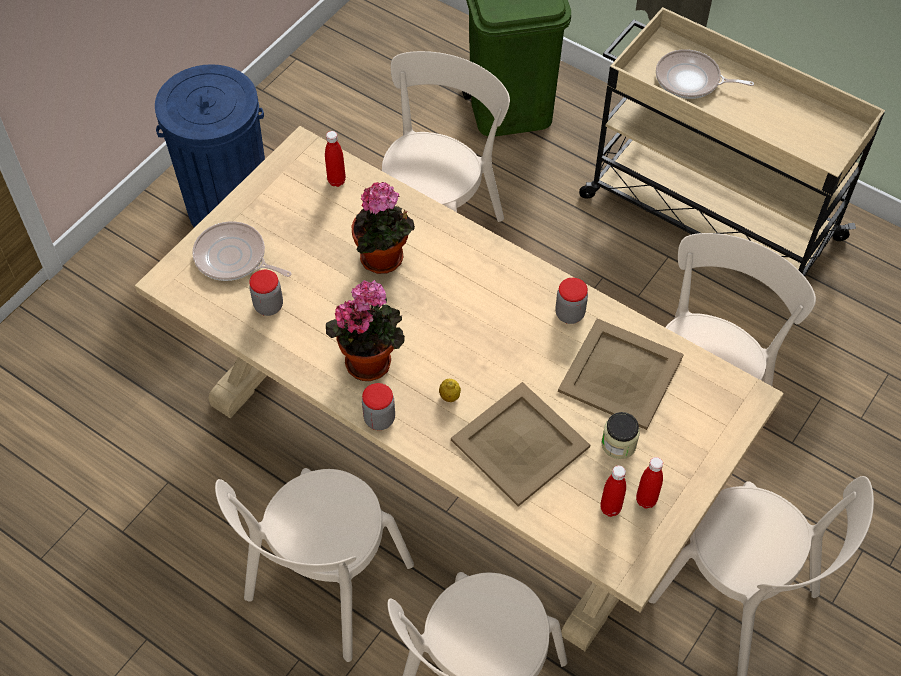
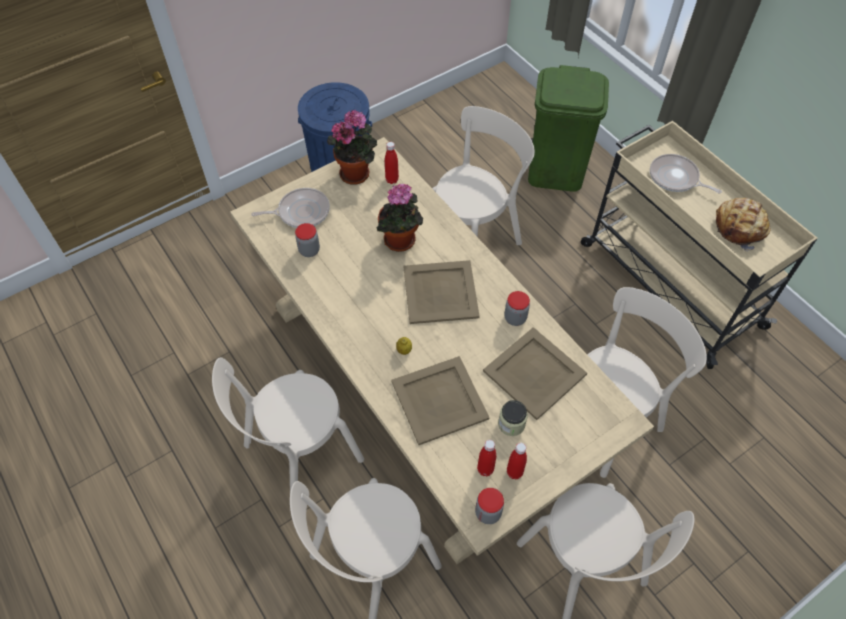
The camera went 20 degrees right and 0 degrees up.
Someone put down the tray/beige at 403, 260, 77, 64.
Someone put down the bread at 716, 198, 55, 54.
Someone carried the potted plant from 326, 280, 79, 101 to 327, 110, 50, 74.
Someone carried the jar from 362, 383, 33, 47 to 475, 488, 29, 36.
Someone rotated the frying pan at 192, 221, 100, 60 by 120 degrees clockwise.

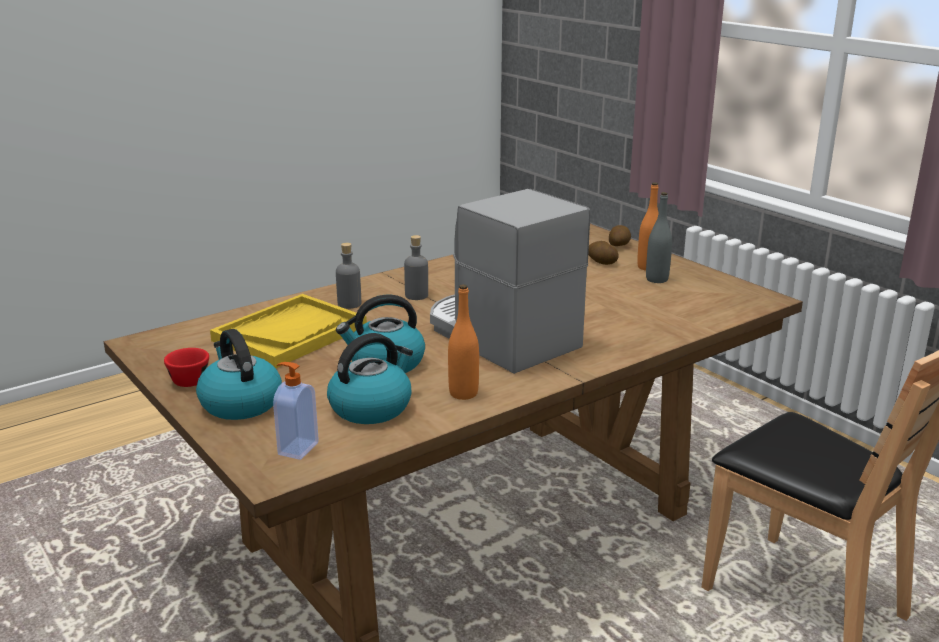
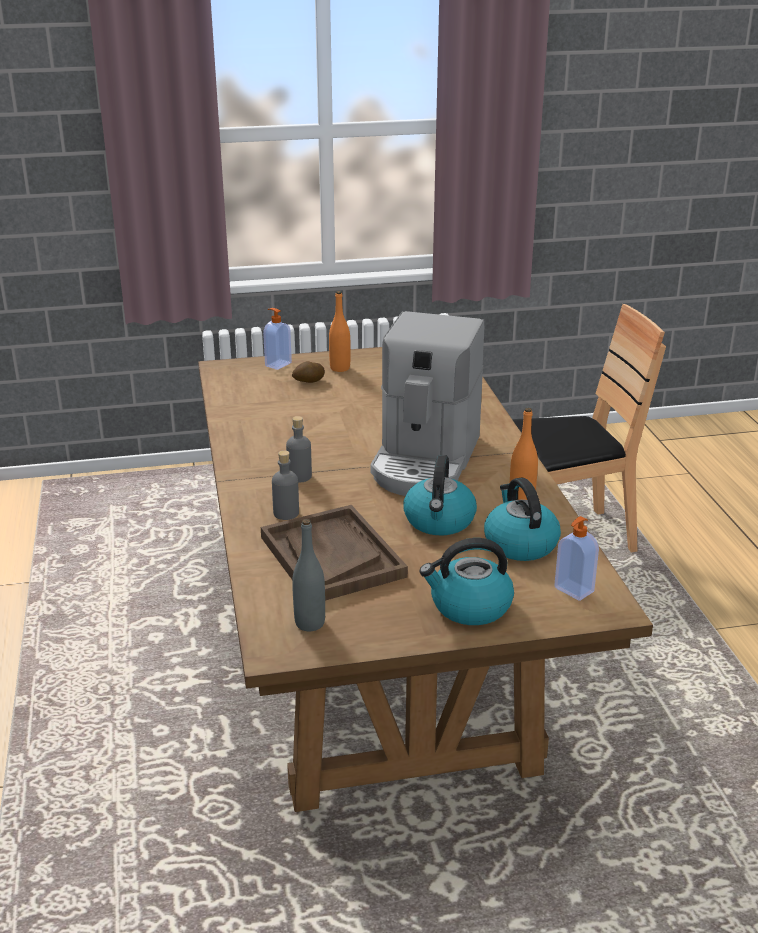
The camera went 65 degrees left and 5 degrees up.
Someone took away the cup/red at 164, 348, 45, 39.
Someone carried the bottle/grey from 646, 192, 26, 91 to 292, 519, 33, 112.
Someone swapped the potato at 609, 225, 22, 21 for the soap dispenser at 263, 308, 29, 62.
Someone repainted the tray/yellow at 210, 294, 157, 74, which became the tray/brown at 261, 505, 147, 96.
Someone rotated the coffee machine at 430, 189, 160, 185 by 60 degrees counterclockwise.

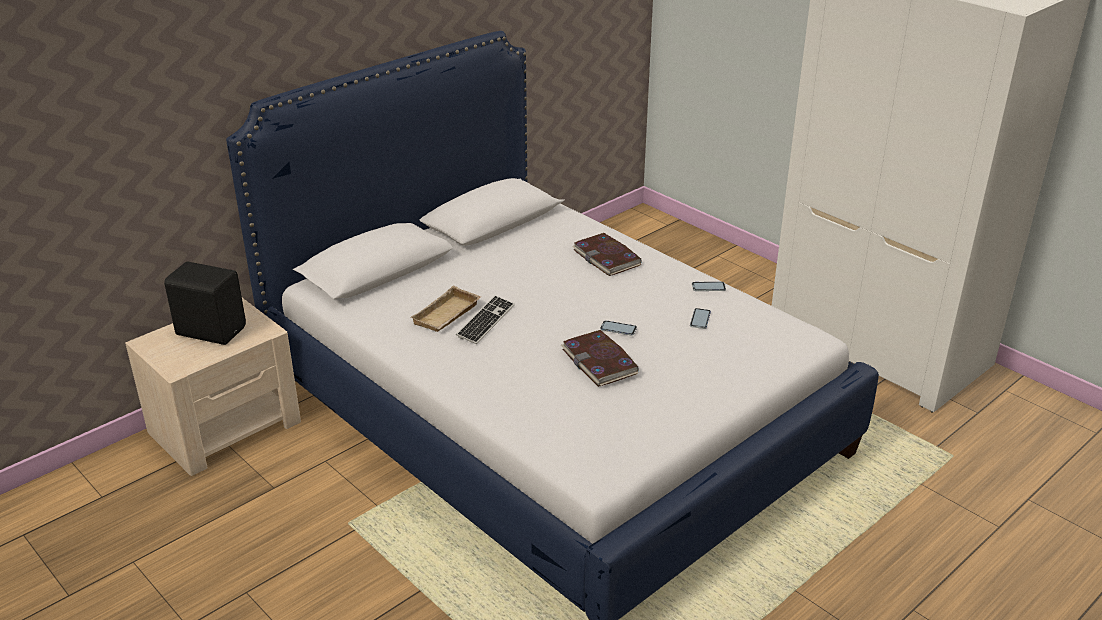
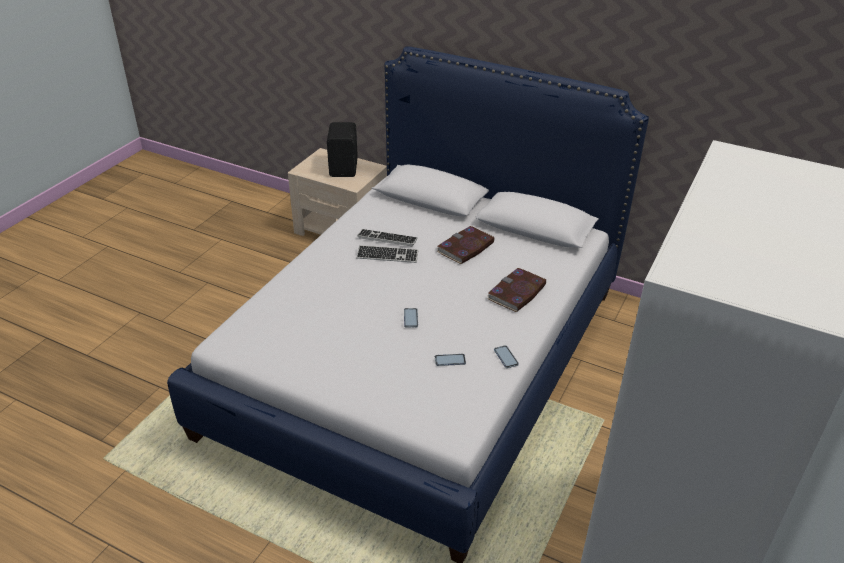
The camera went 70 degrees right and 5 degrees up.
Someone carried the book from 561, 330, 78, 57 to 437, 226, 57, 38.
Someone swapped the tray/beige at 411, 286, 70, 46 for the keyboard at 357, 229, 61, 17.

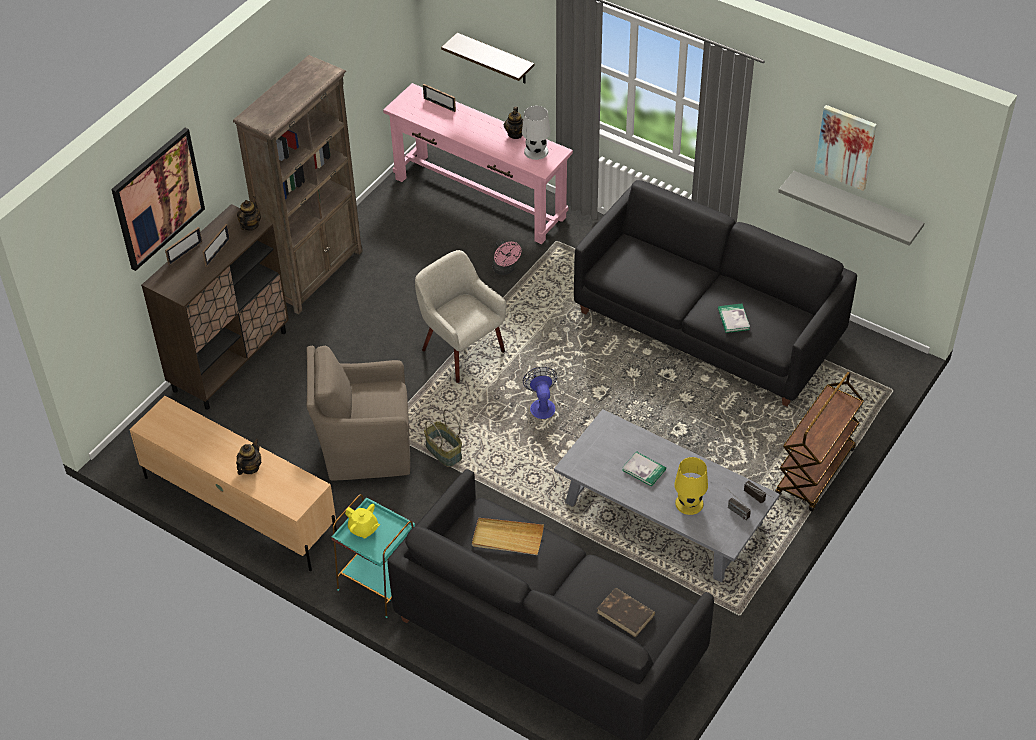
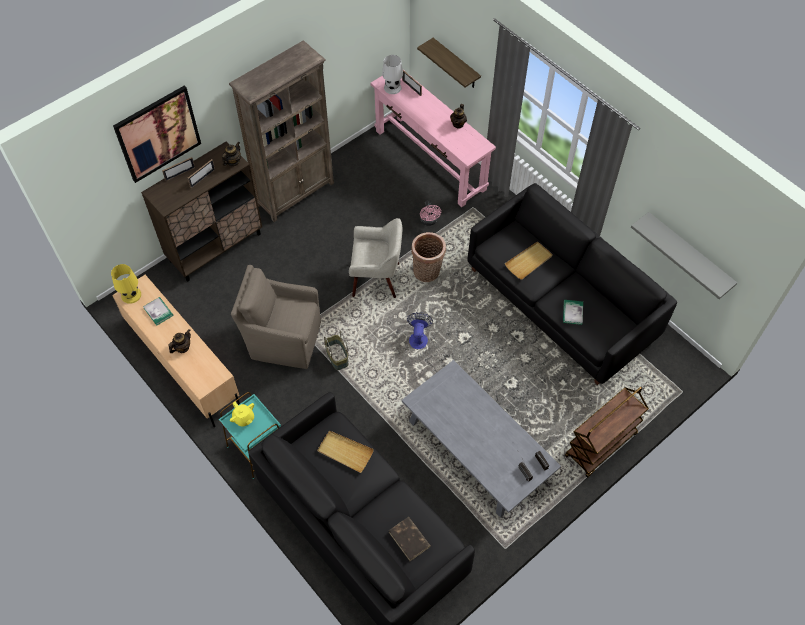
The camera went 15 degrees right and 10 degrees up.
Someone took away the picture at 814, 105, 63, 86.
Someone put down the basket at 411, 232, 35, 50.
Someone put down the tray/beige at 505, 241, 48, 39.
Someone carried the table lamp/white from 522, 106, 29, 54 to 382, 55, 21, 39.
Someone carried the book from 622, 451, 44, 36 to 143, 297, 30, 29.
Someone carried the table lamp/yellow from 674, 457, 34, 58 to 111, 264, 30, 40.
Someone rotated the armchair/beige at 415, 250, 92, 133 by 120 degrees clockwise.

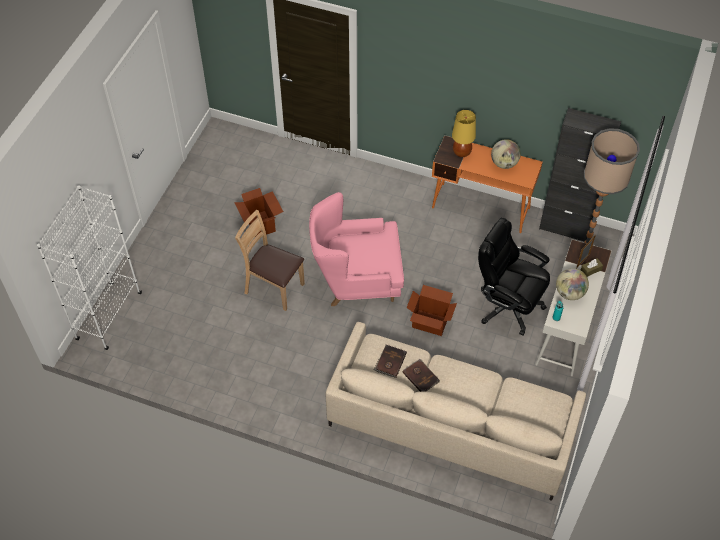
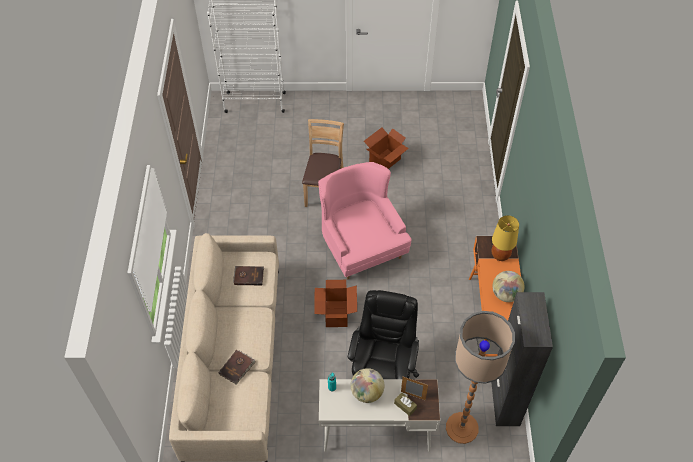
The camera went 70 degrees right and 0 degrees up.
Someone carried the book/brown from 403, 359, 37, 33 to 218, 350, 38, 35.

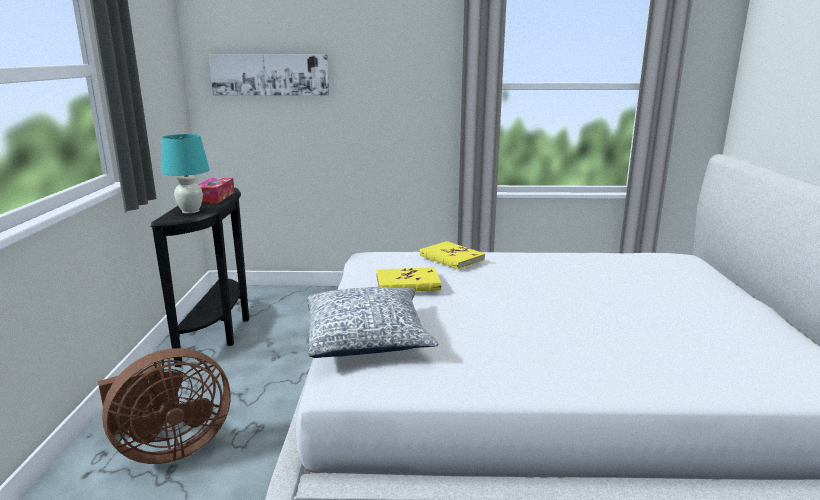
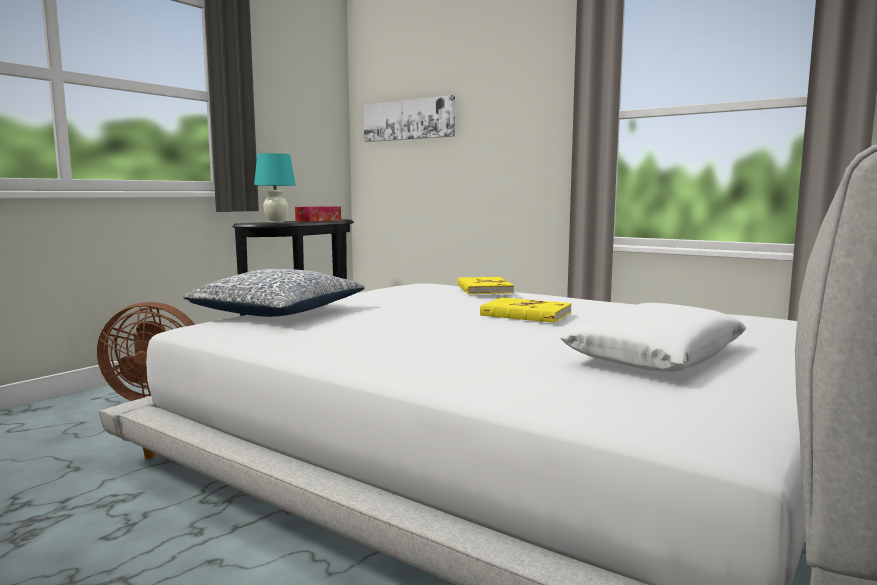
The camera went 35 degrees right and 10 degrees down.
Someone put down the pillow/white at 560, 303, 187, 69.
Someone carried the book/yellow from 376, 267, 65, 24 to 480, 297, 92, 26.

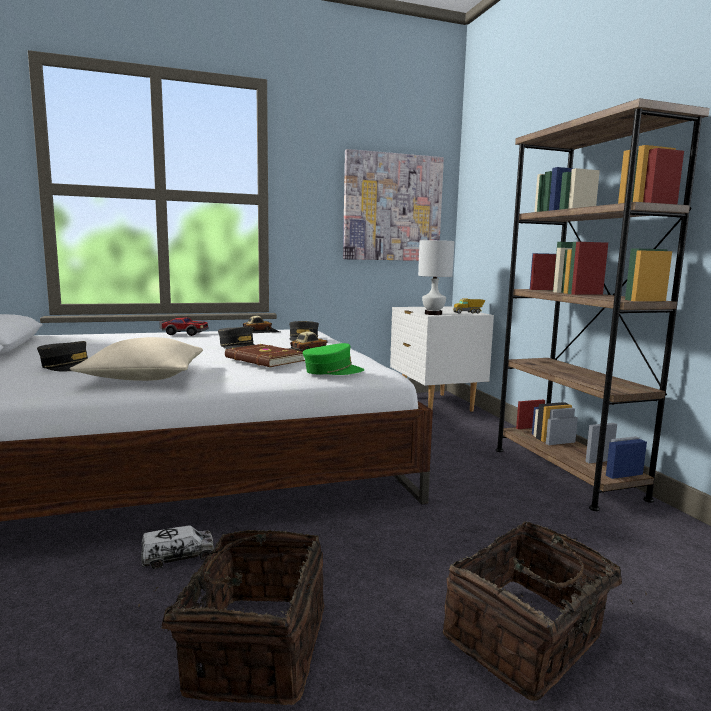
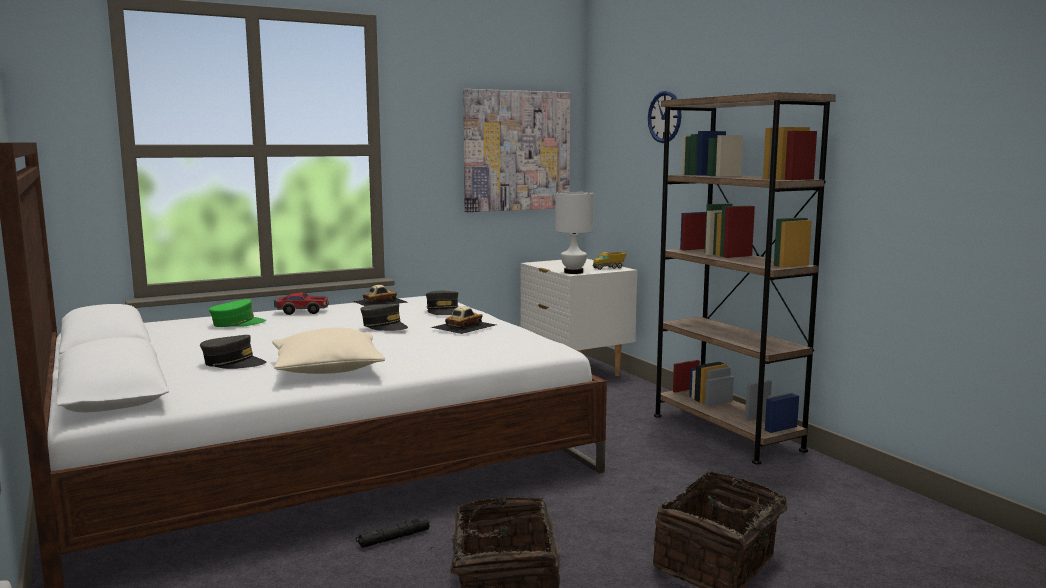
The camera went 10 degrees left and 0 degrees up.
Someone took away the book/brown at 225, 344, 80, 23.
Someone put up the wall clock at 648, 91, 34, 52.
Someone carried the cap/green from 303, 343, 61, 32 to 209, 299, 57, 28.
Someone swapped the toy truck at 141, 525, 73, 44 for the flashlight/black at 356, 517, 73, 31.

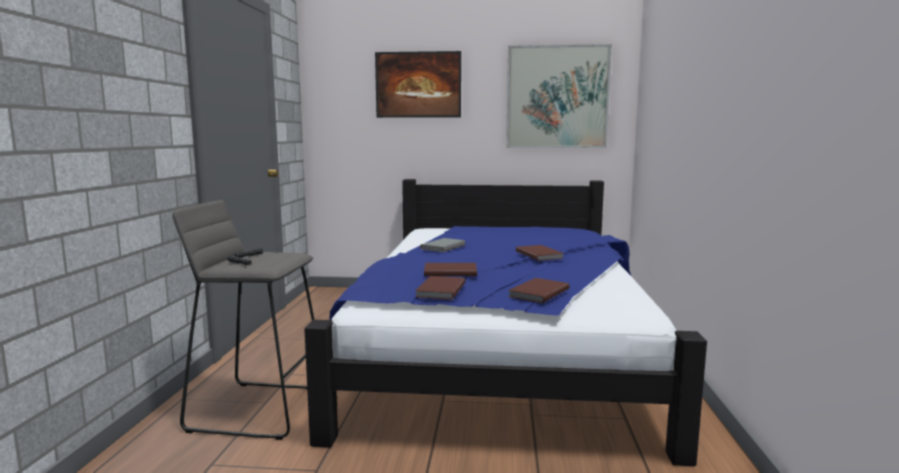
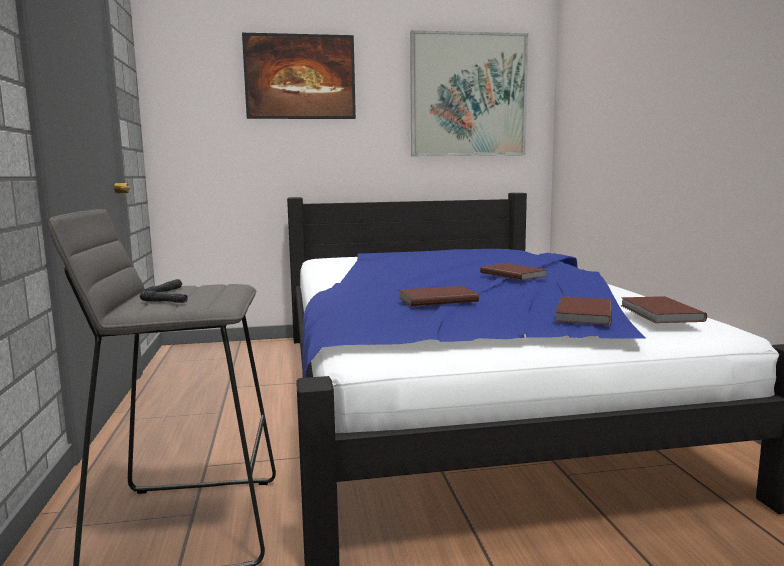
The camera went 15 degrees left and 0 degrees up.
Someone took away the book/grey at 420, 238, 46, 14.
Someone carried the book/brown from 415, 276, 50, 24 to 621, 296, 86, 27.

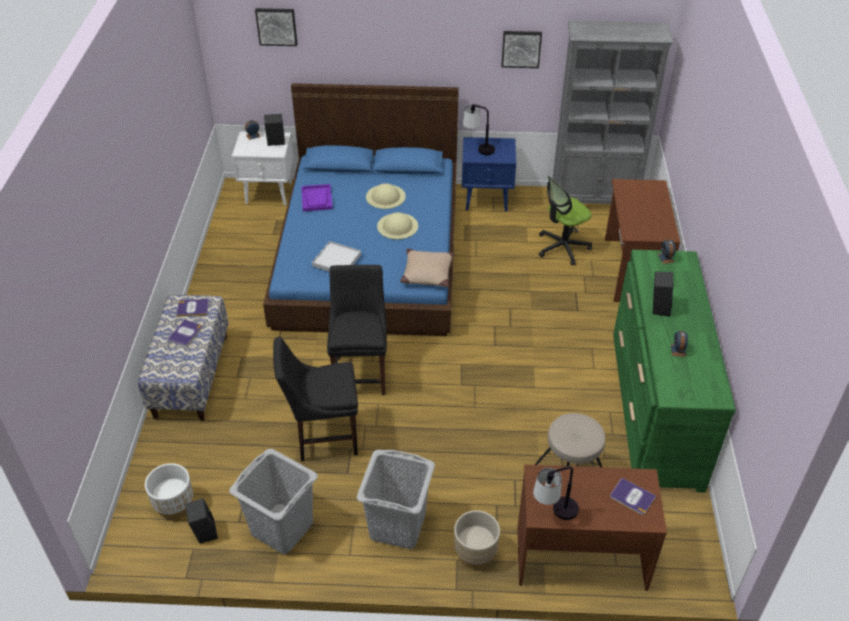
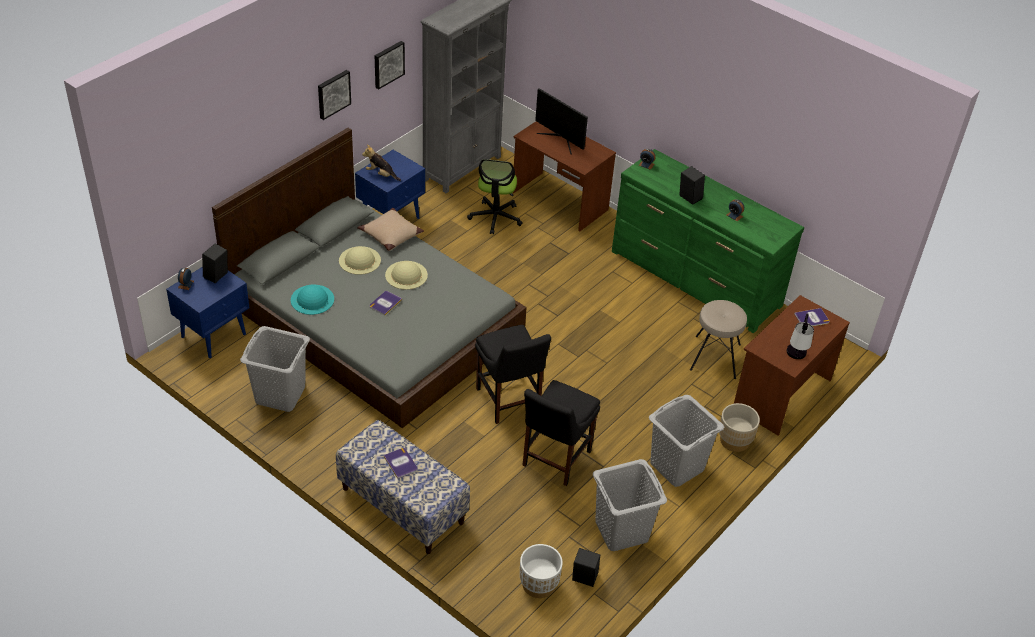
The camera went 55 degrees left and 0 degrees up.
Someone took away the tray/white at 312, 241, 49, 30.
Someone put down the laundry basket/grey at 240, 326, 70, 86.
Someone put down the monitor at 535, 88, 53, 67.
Someone carried the book from 176, 299, 33, 18 to 369, 291, 33, 25.
Someone carried the picture from 255, 8, 42, 38 to 318, 70, 33, 50.
Someone carried the pillow/beige from 400, 249, 55, 38 to 357, 208, 67, 43.
Someone swapped the tray/purple at 301, 184, 32, 28 for the hat/turquoise at 291, 285, 43, 30.
Someone swapped the table lamp at 463, 104, 32, 51 for the plush toy at 362, 144, 39, 37.
Someone repainted the nightstand/white at 232, 131, 62, 74, which became the nightstand/blue at 166, 267, 84, 91.
Someone repainted the bed/blue at 263, 83, 196, 253, which became the bed/grey at 212, 128, 315, 300.
Someone rotated the chair/black at 327, 265, 60, 130 by 150 degrees counterclockwise.

